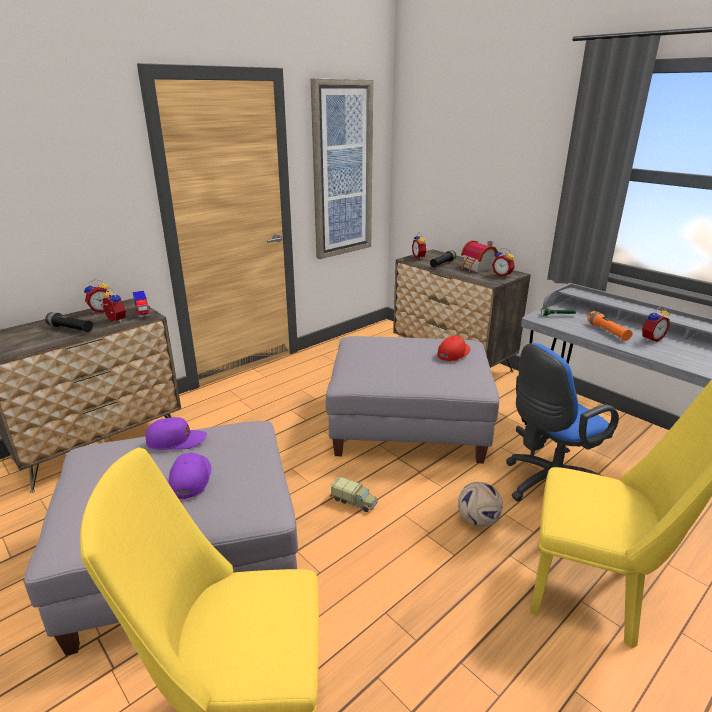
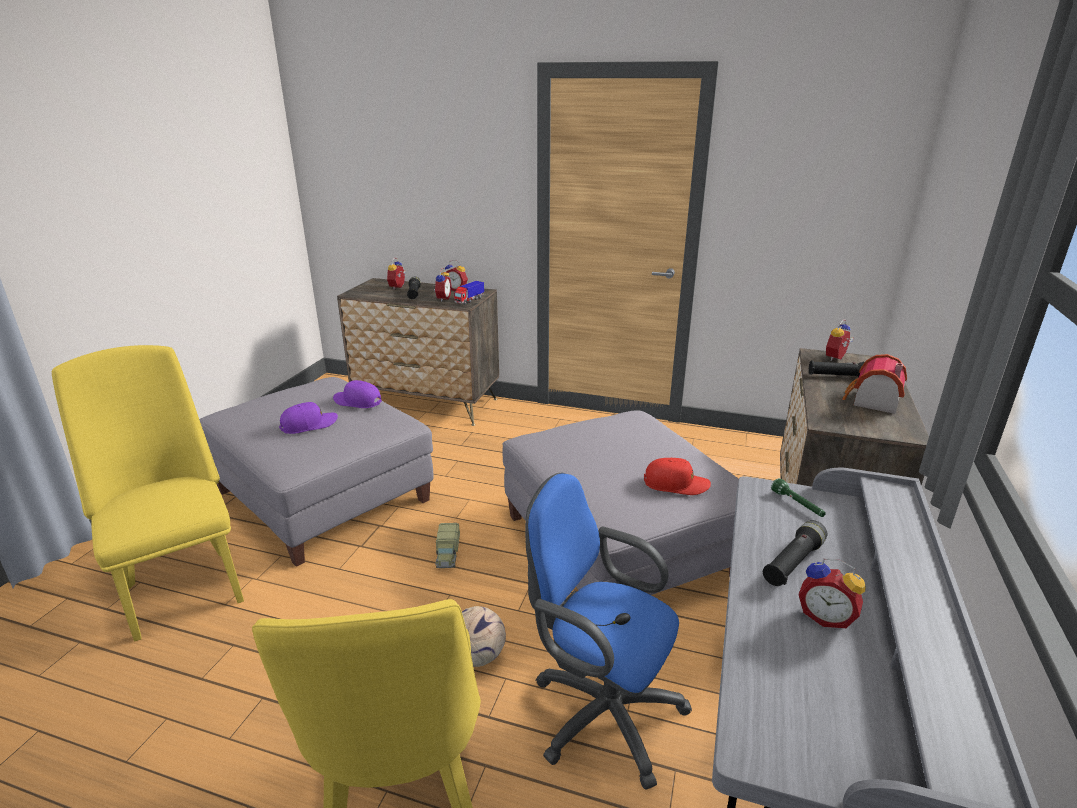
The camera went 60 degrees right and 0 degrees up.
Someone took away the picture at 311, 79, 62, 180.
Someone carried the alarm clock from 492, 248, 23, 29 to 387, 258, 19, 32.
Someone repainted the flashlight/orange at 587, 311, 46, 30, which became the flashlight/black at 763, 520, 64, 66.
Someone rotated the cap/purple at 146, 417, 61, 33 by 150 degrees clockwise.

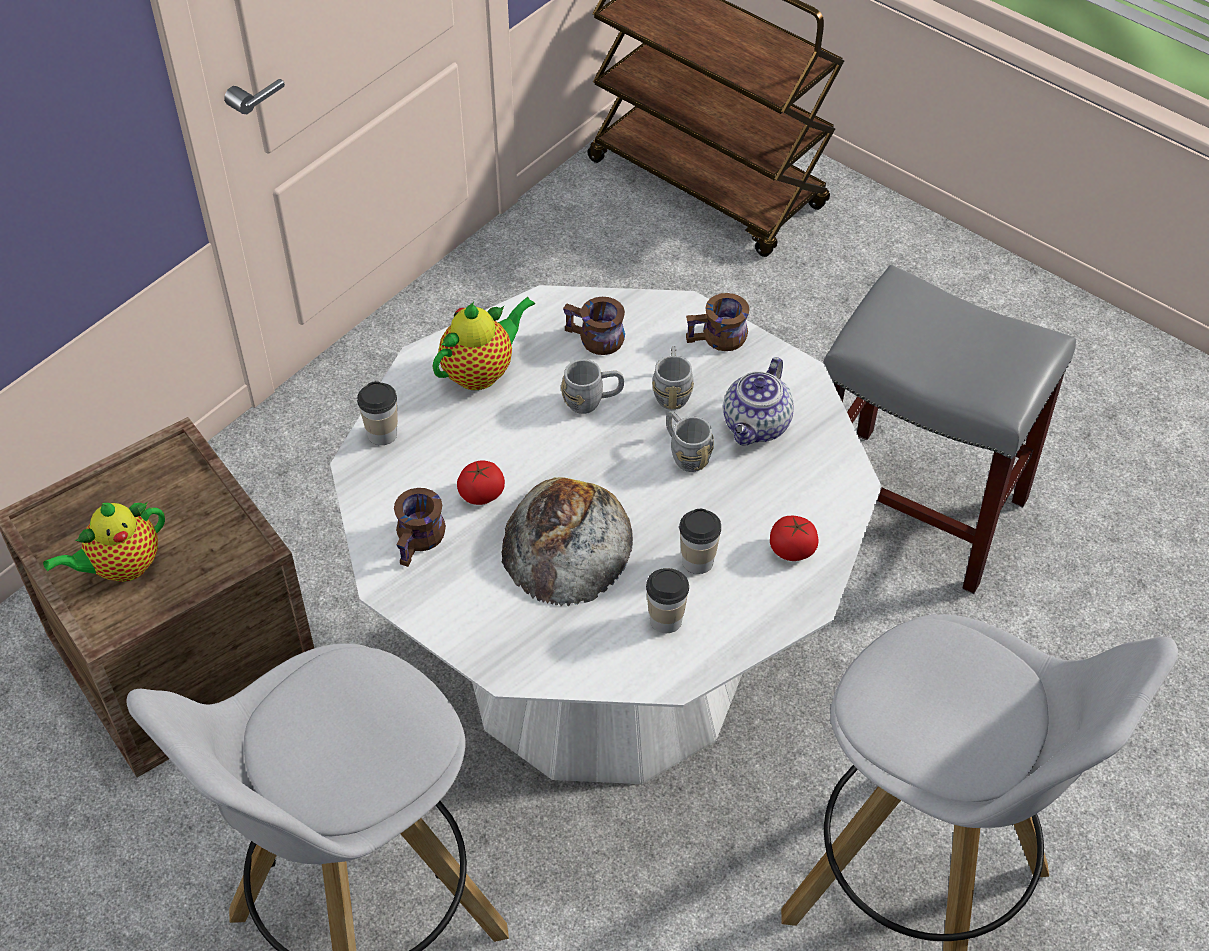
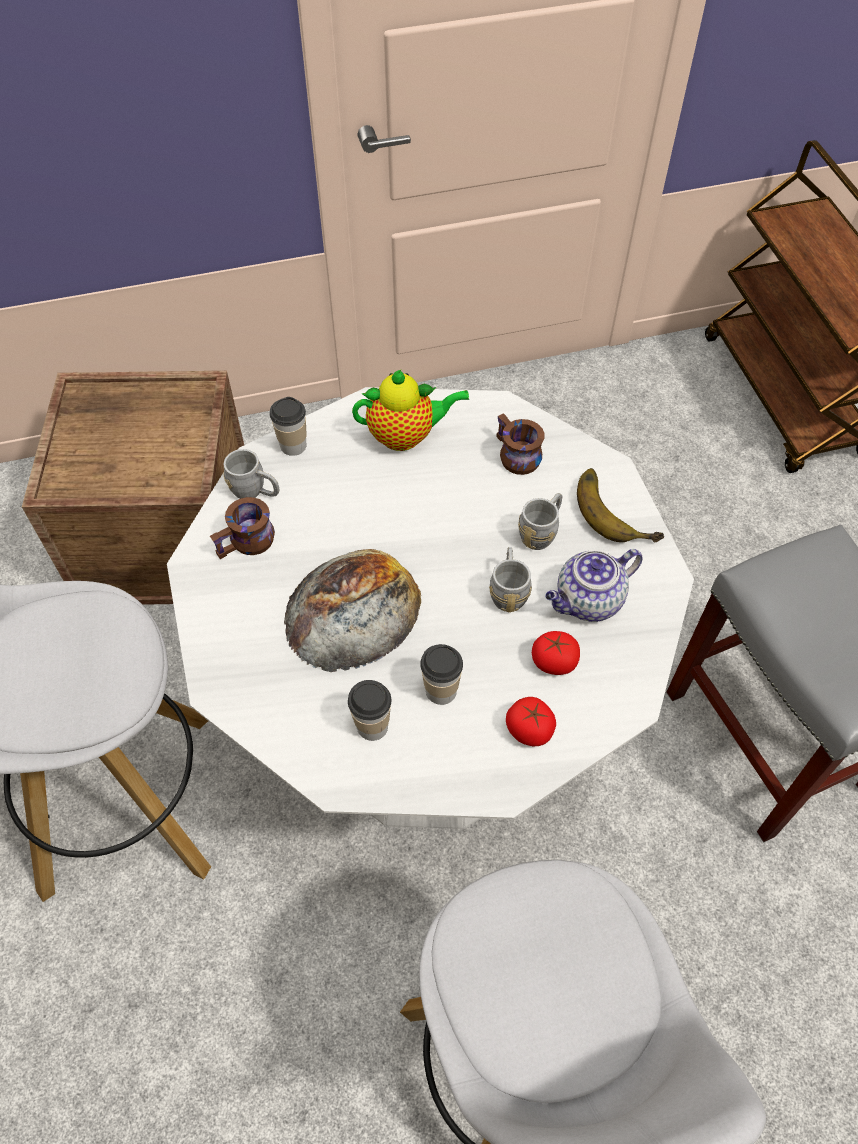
The camera went 35 degrees right and 5 degrees up.
Someone took away the teapot at 43, 501, 122, 81.
Someone carried the tomato from 457, 460, 48, 45 to 532, 631, 48, 44.
Someone carried the mug/grey from 561, 359, 63, 55 to 224, 449, 55, 50.
Someone swapped the mug/brown at 686, 293, 64, 58 for the banana at 577, 468, 87, 75.

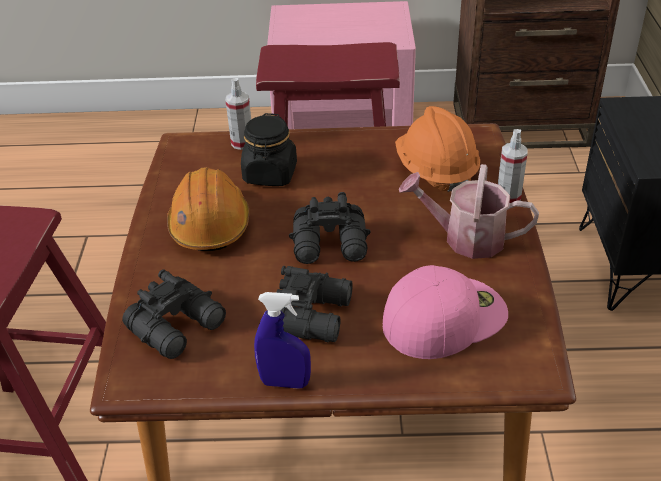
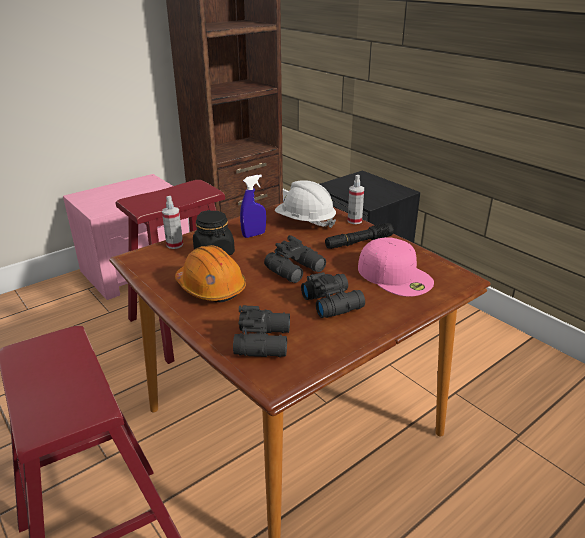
The camera went 40 degrees left and 10 degrees down.
Someone carried the spray bottle/blue from 254, 292, 57, 97 to 240, 175, 26, 63.
Someone swapped the watering can at 399, 164, 140, 95 for the flashlight/black at 325, 223, 69, 26.
Someone repainted the hard hat/orange at 395, 106, 85, 86, which became the hard hat/white at 275, 180, 61, 48.
Someone rotated the cap/pink at 383, 265, 125, 94 by 120 degrees clockwise.

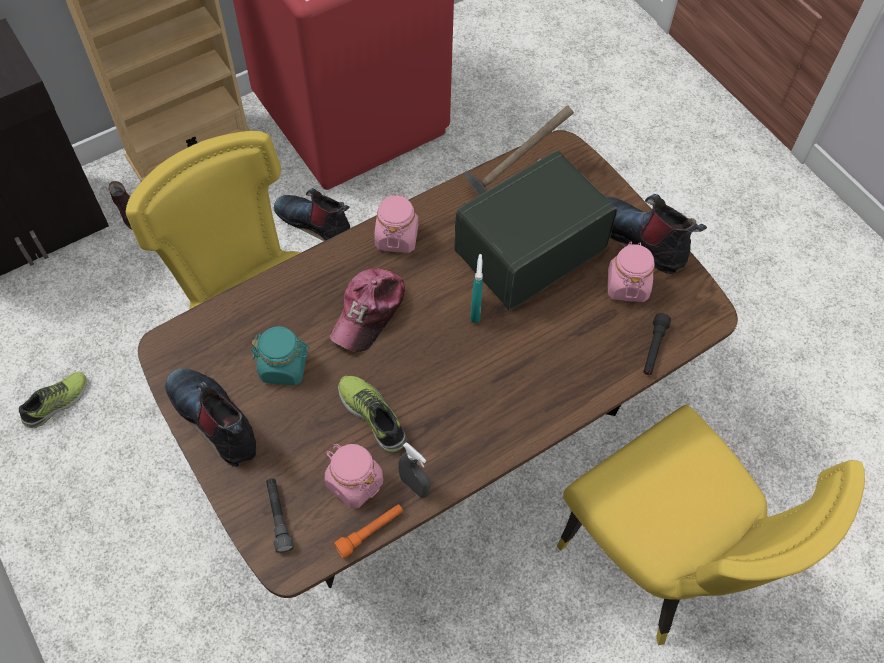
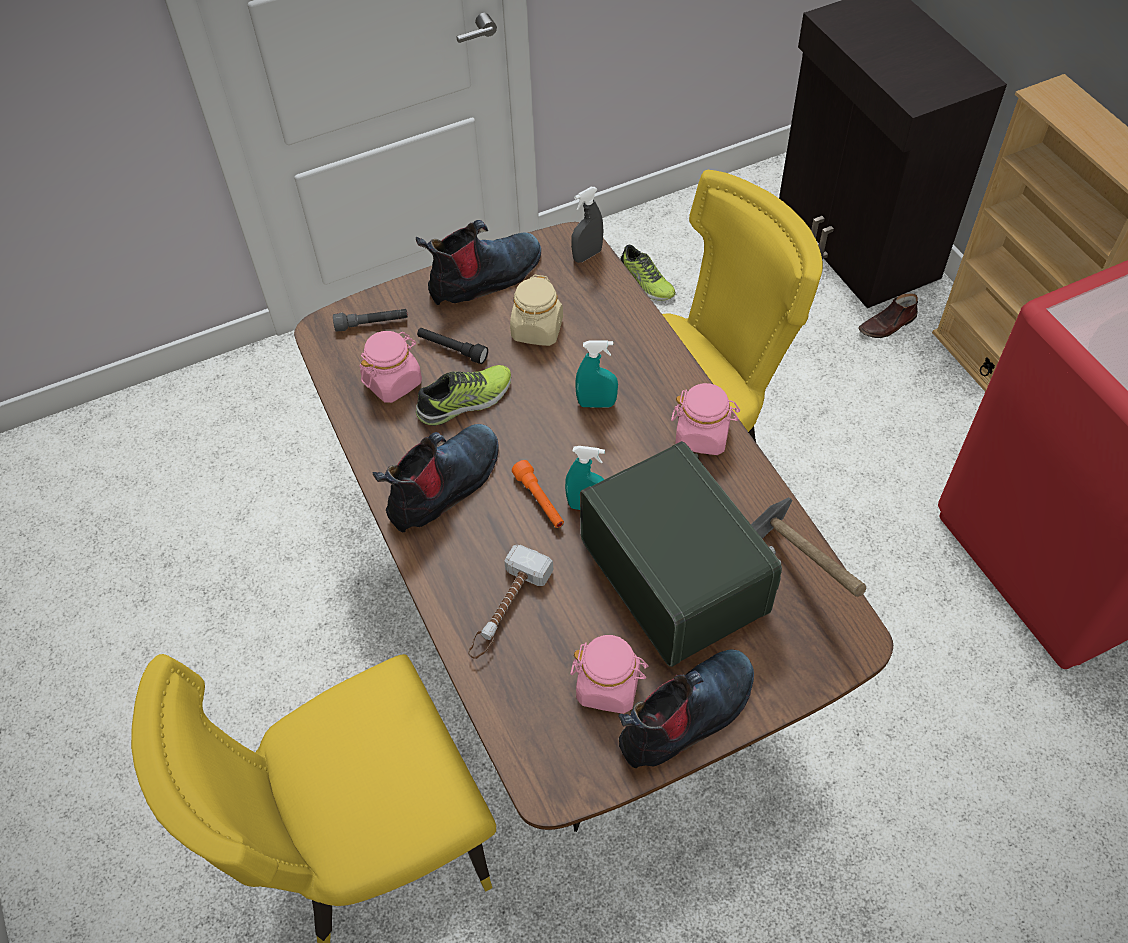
The camera went 100 degrees right and 5 degrees down.
Someone put down the hammer at 468, 545, 85, 114.
Someone carried the boot from 274, 188, 76, 53 to 373, 424, 126, 108.
Someone carried the flashlight/orange from 334, 504, 69, 54 to 512, 460, 52, 68.
Someone carried the spray bottle/grey from 398, 442, 32, 56 to 571, 187, 32, 76.
Someone carried the flashlight/black from 643, 313, 28, 62 to 417, 328, 71, 36.
Someone swapped the cap at 330, 268, 75, 84 for the spray bottle/turquoise at 575, 340, 43, 68.
Someone repainted the jar/turquoise at 251, 326, 59, 59, which became the jar/beige at 510, 275, 53, 71.

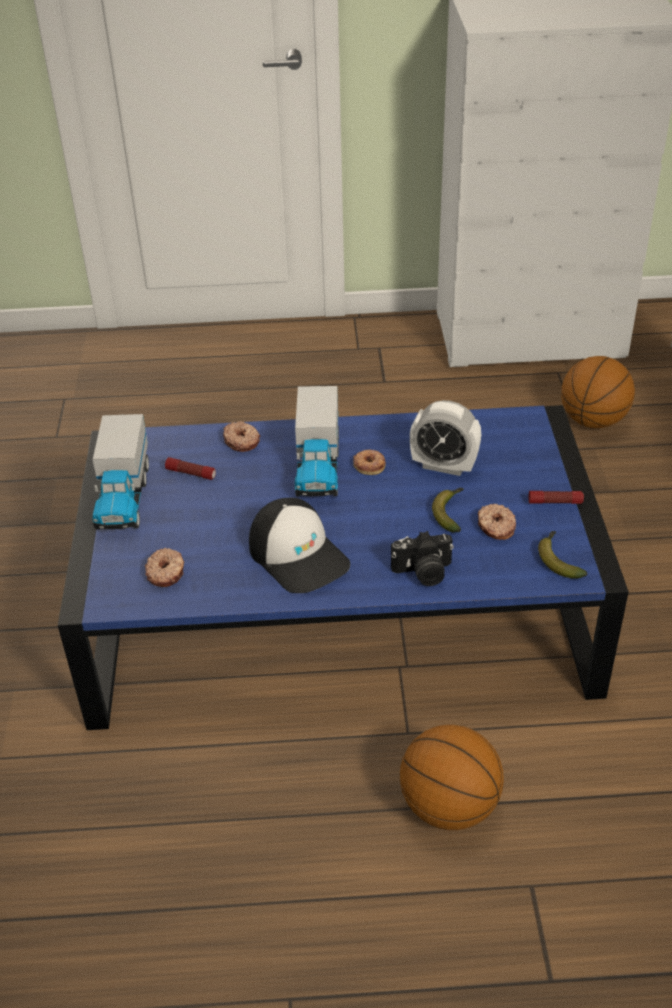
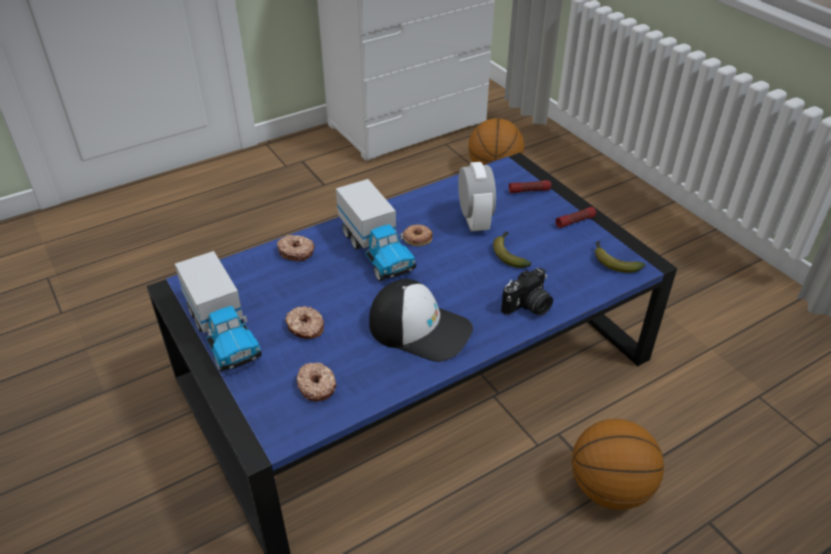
The camera went 30 degrees left and 0 degrees up.
Someone carried the flashlight from 165, 457, 51, 23 to 509, 180, 42, 13.
Someone carried the donut from 478, 504, 38, 36 to 285, 306, 39, 33.
Someone rotated the alarm clock at 410, 400, 71, 76 by 90 degrees counterclockwise.

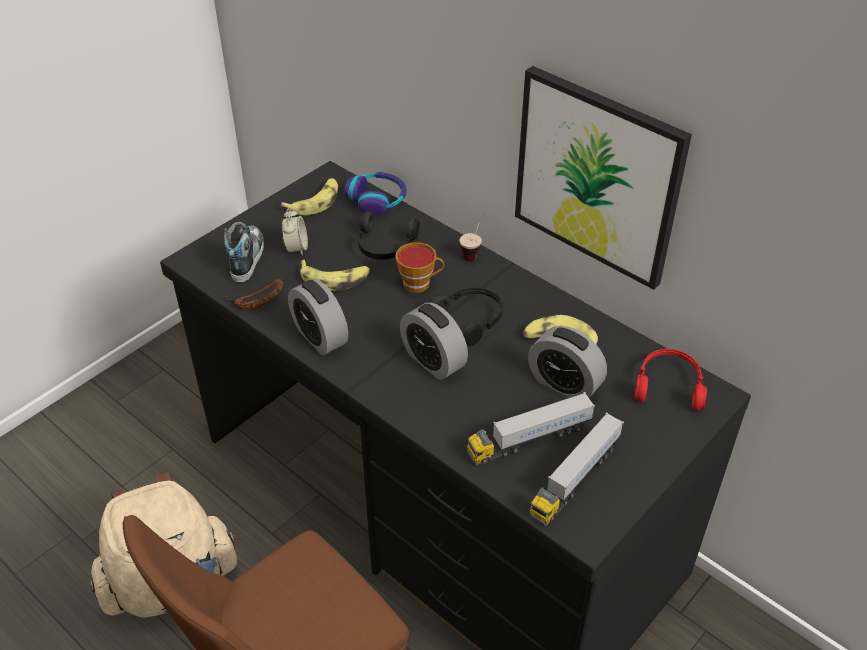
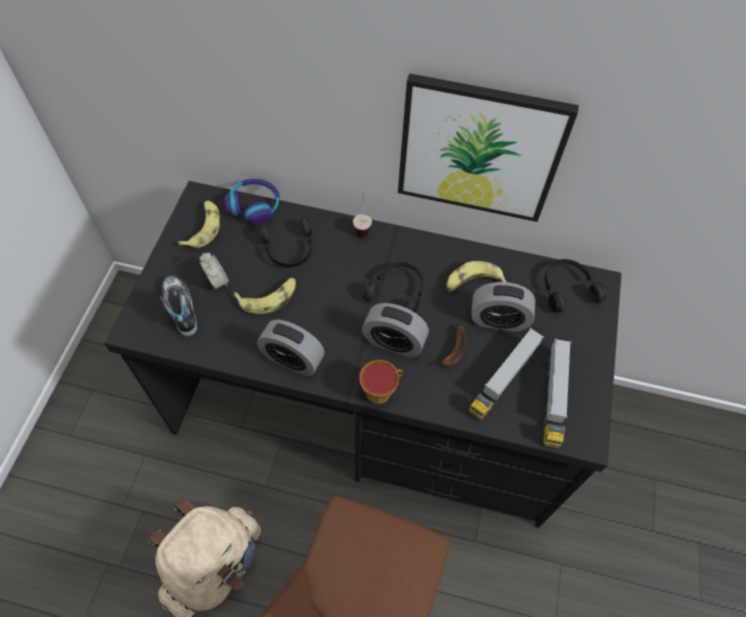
The camera went 30 degrees left and 15 degrees up.
Someone carried the banana from 226, 278, 57, 31 to 429, 324, 38, 43.
Someone carried the cup from 395, 242, 49, 51 to 359, 360, 44, 44.
Someone repainted the headphones/red at 634, 349, 73, 62, which became the headphones/black at 545, 259, 61, 54.

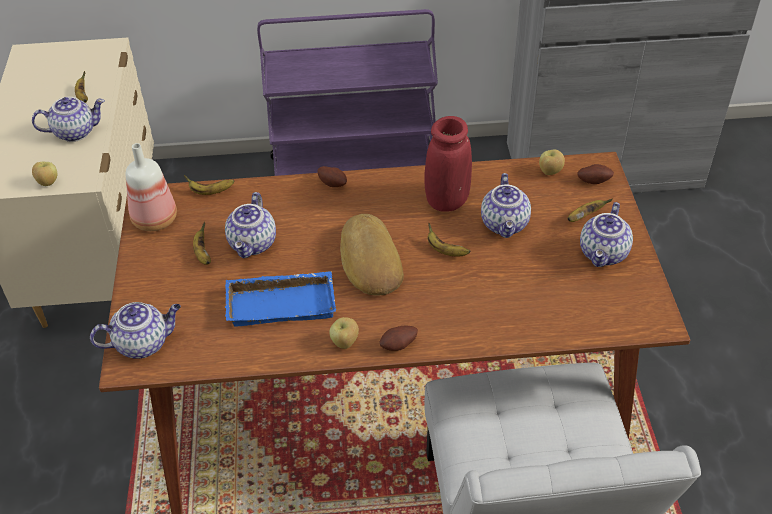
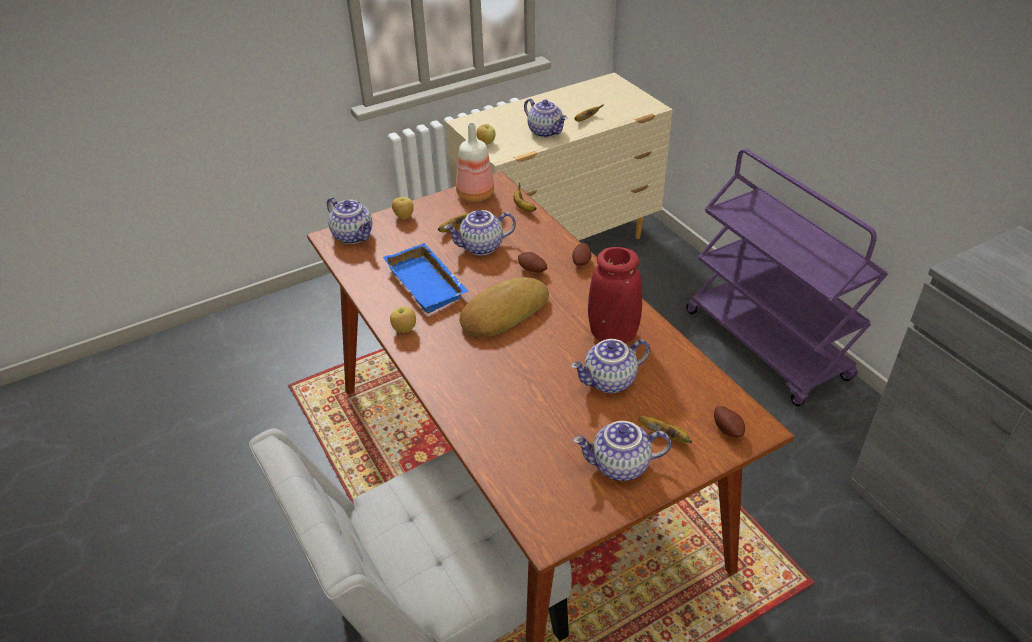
The camera went 65 degrees right and 5 degrees down.
Someone took away the banana at 428, 223, 43, 34.
Someone carried the potato from 379, 326, 39, 25 to 518, 252, 29, 21.
Someone carried the apple from 539, 150, 26, 25 to 392, 197, 22, 22.

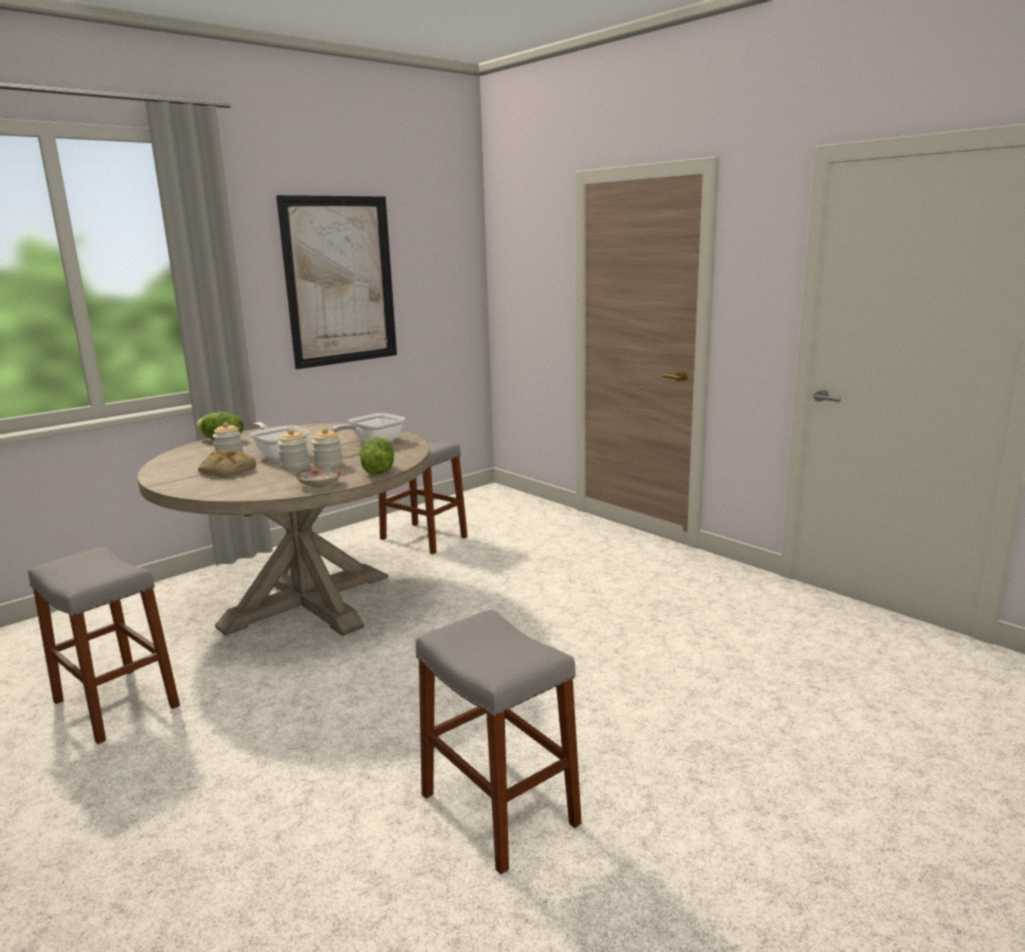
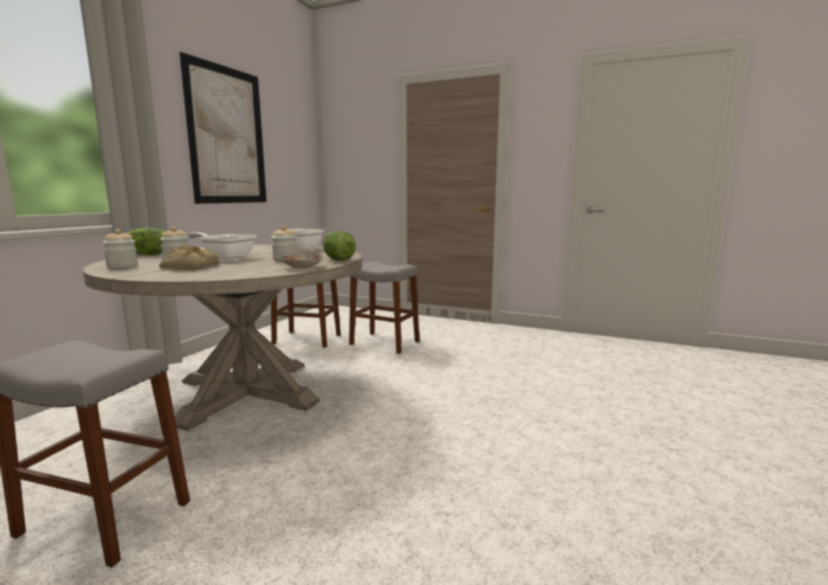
The camera went 25 degrees left and 5 degrees down.
Someone carried the jar from 278, 429, 31, 41 to 103, 229, 35, 39.
Someone carried the stool/grey from 416, 610, 166, 264 to 349, 262, 71, 92.

